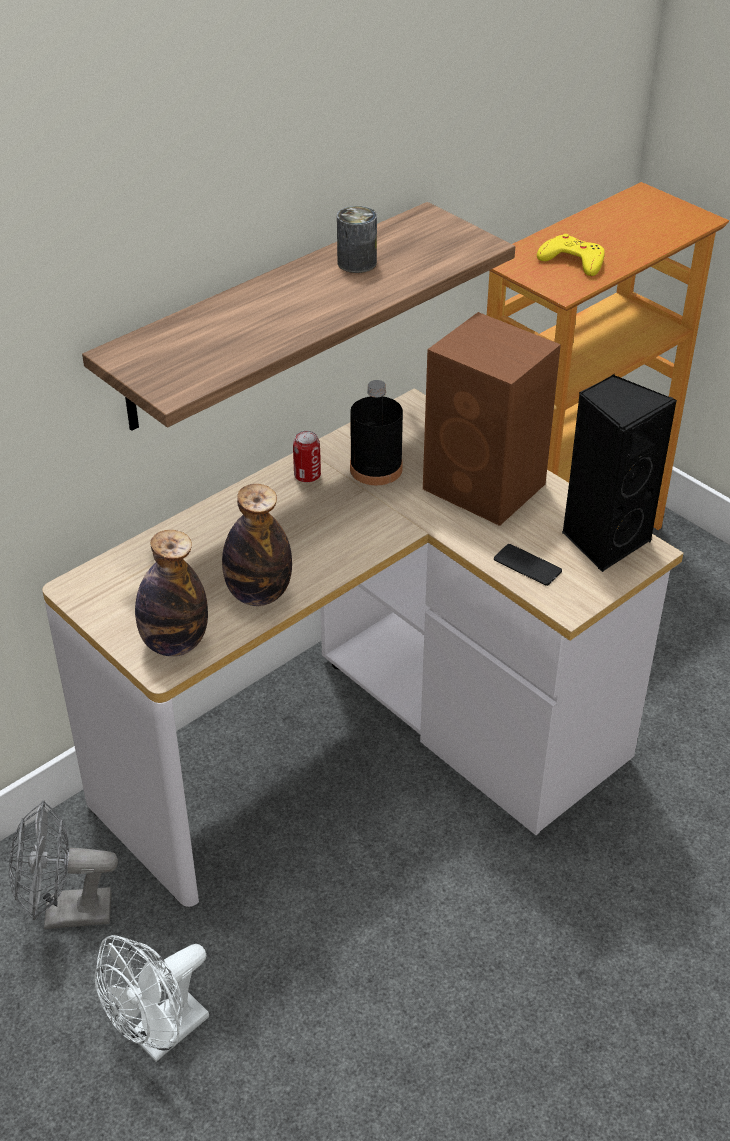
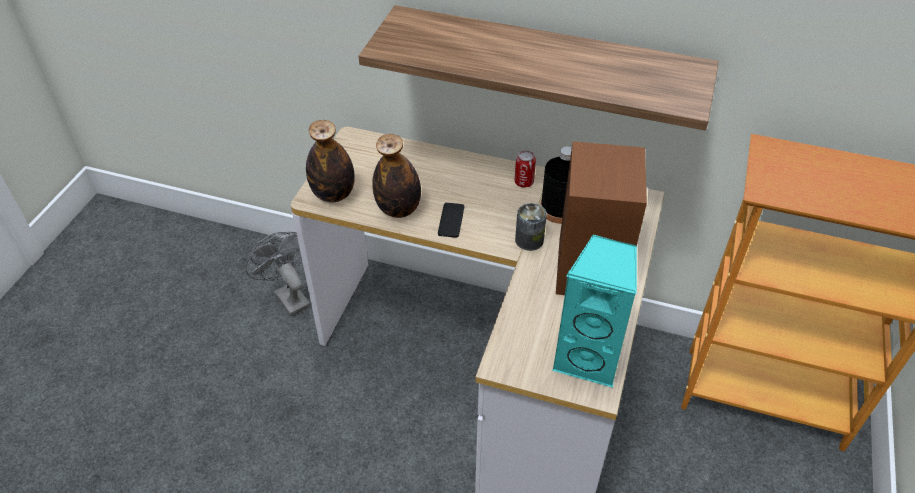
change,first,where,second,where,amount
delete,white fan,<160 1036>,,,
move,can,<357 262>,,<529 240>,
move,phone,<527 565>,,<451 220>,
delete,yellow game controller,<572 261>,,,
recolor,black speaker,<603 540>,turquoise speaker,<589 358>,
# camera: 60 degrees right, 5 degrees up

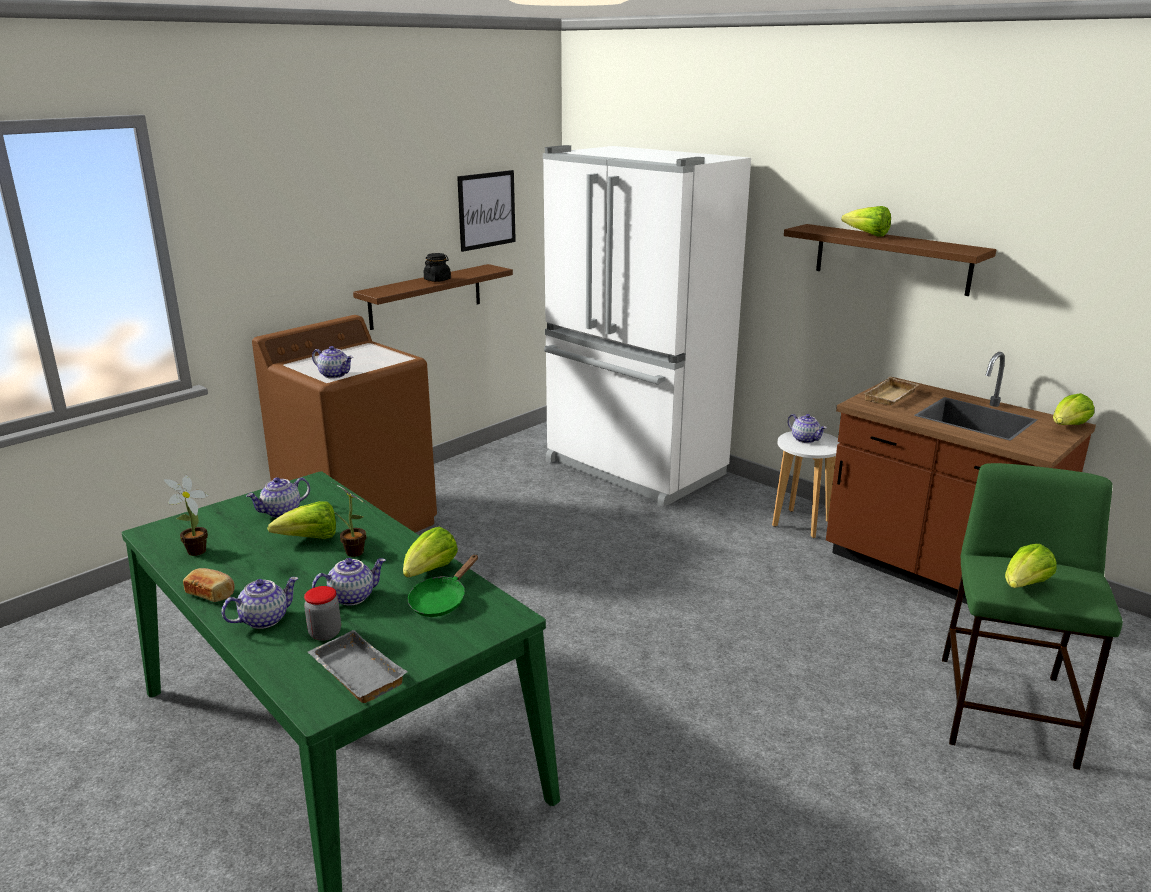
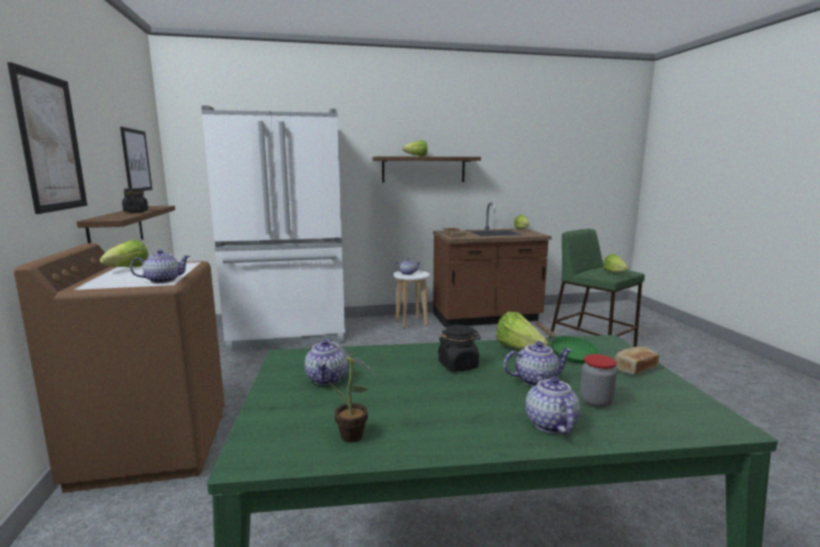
change,first,where,second,where,amount
move,bread,<211 593>,,<634 369>,
move,lettuce,<310 539>,,<127 269>,
delete,grey tray,<354 674>,,,
rotate,teapot,<352 597>,,<536 380>,75 degrees clockwise
replace,potted plant,<355 554>,black jar,<458 365>,
insert,,,picture,<50 143>,
# camera: 55 degrees left, 10 degrees down

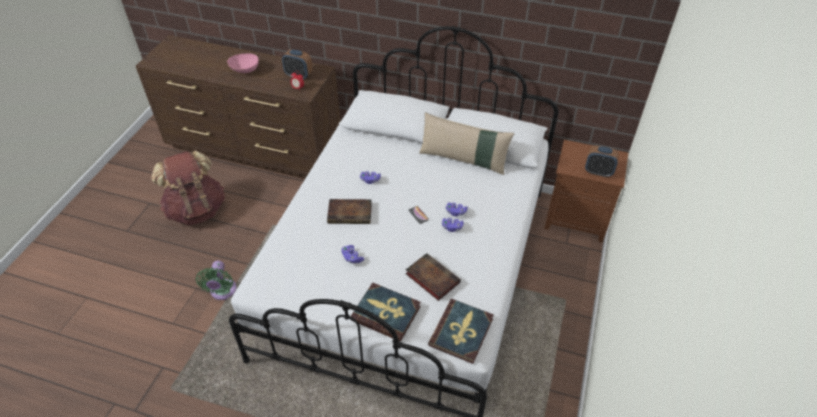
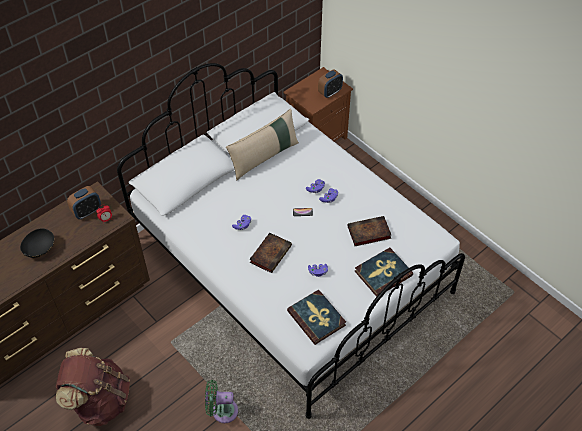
change,first,where,second,where,amount
rotate,green fan,<222 292>,,<222 411>,150 degrees clockwise
recolor,pink bowl,<245 70>,black bowl,<40 250>,
move,book,<461 332>,,<316 318>,
# camera: 60 degrees left, 5 degrees up

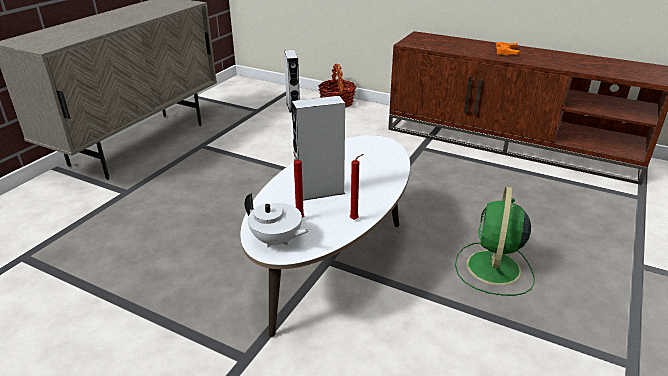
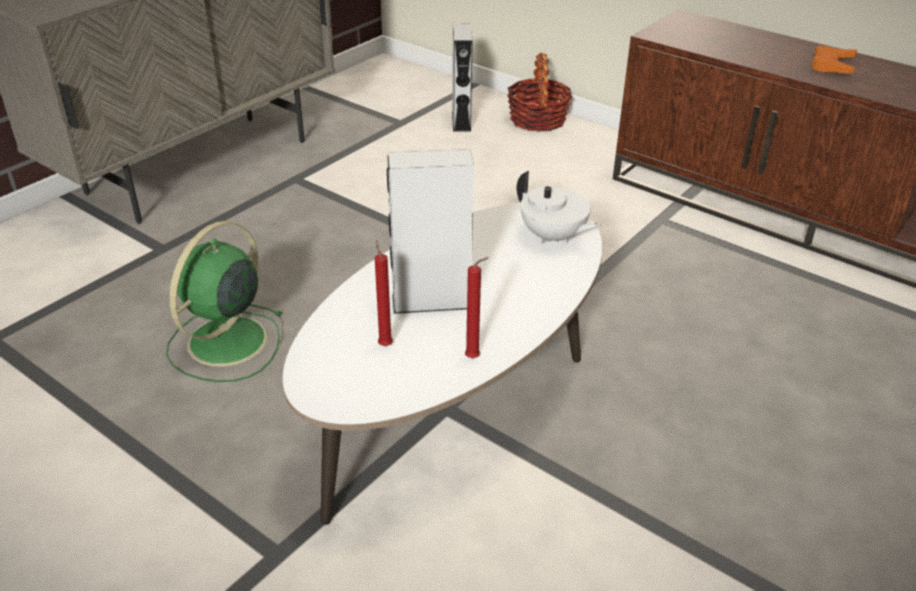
change,first,where,second,where,amount
move,white teapot,<276 240>,,<553 237>,
move,green fan,<493 269>,,<225 343>,
# camera: 10 degrees right, 5 degrees up

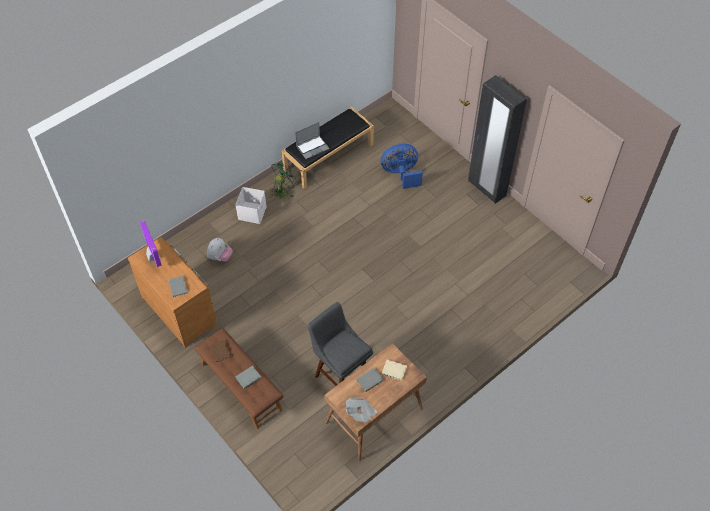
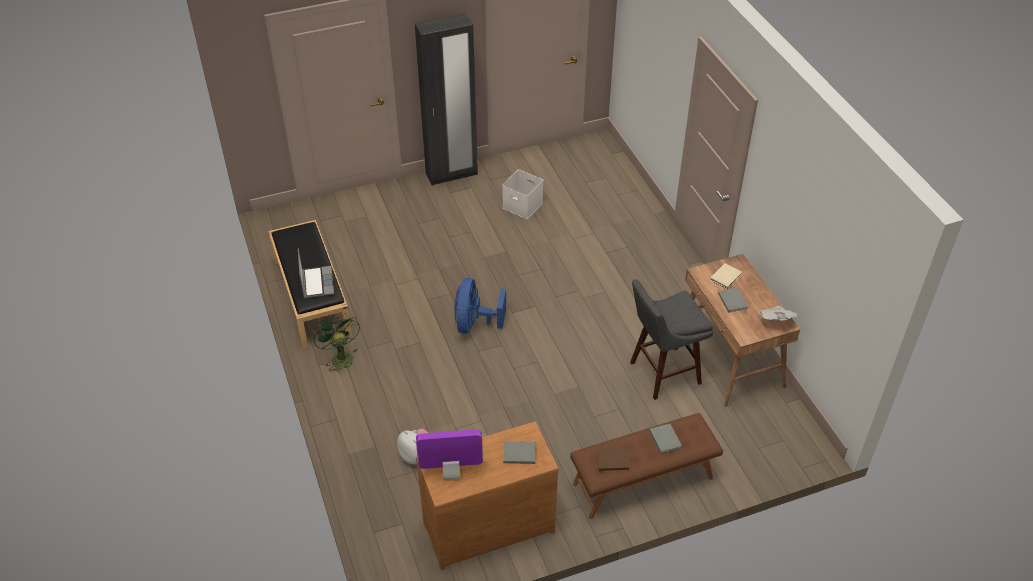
change,first,where,second,where,amount
move,white storage box,<251 212>,,<521 205>,
move,blue fan,<401 174>,,<474 324>,
# camera: 70 degrees left, 10 degrees down

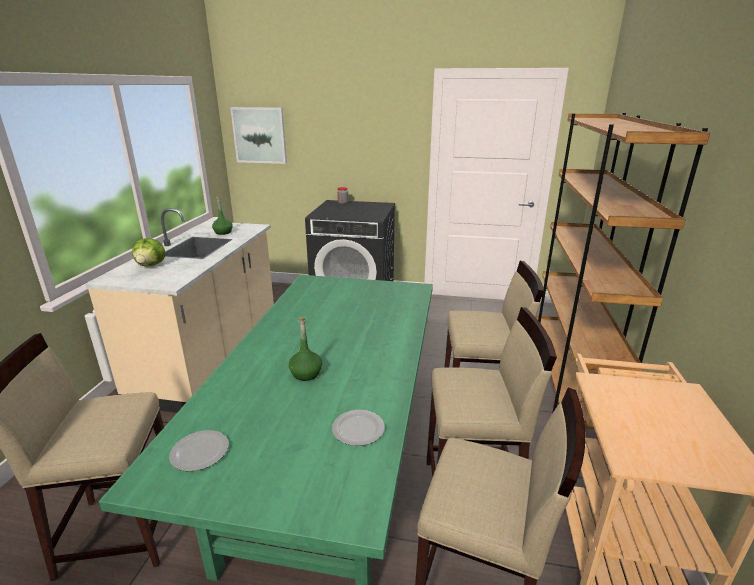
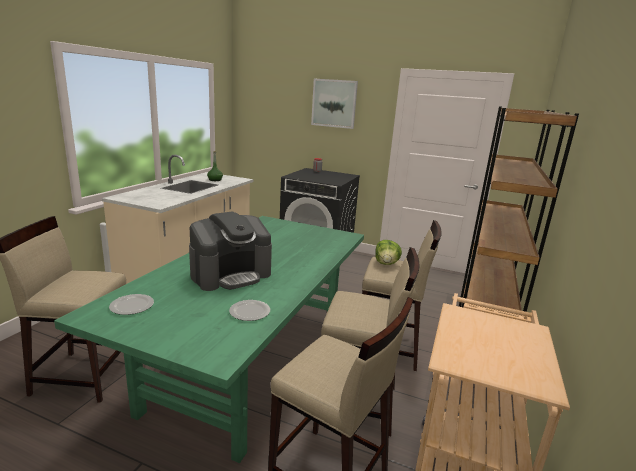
change,first,where,second,where,amount
move,lettuce,<151 265>,,<386 263>,
move,picture,<259 135>,,<334 103>,
replace,green bottle,<306 373>,coffee machine,<231 274>,
# camera: 10 degrees right, 5 degrees down

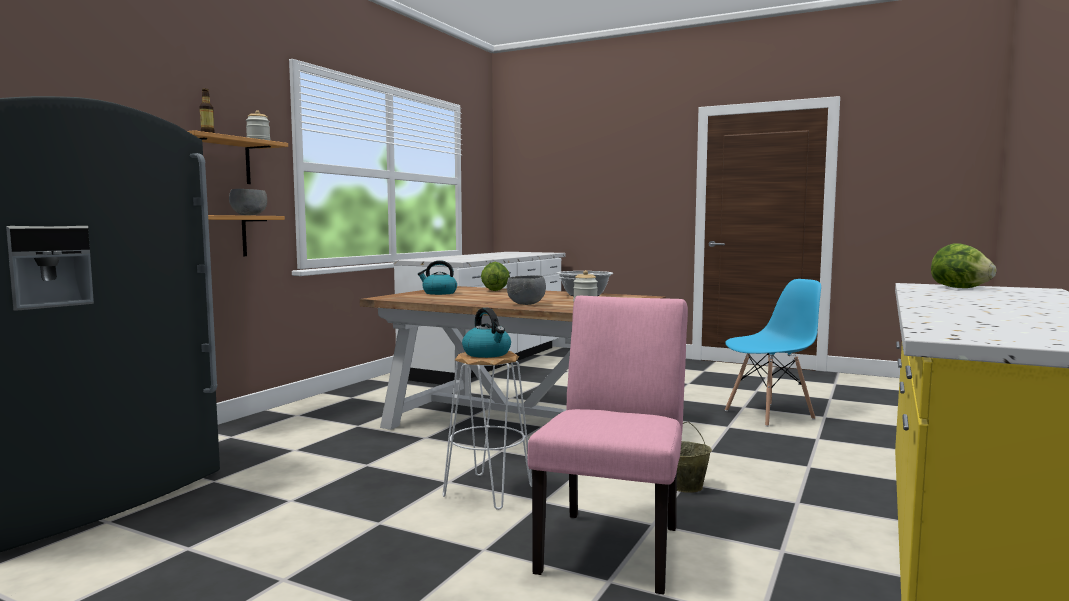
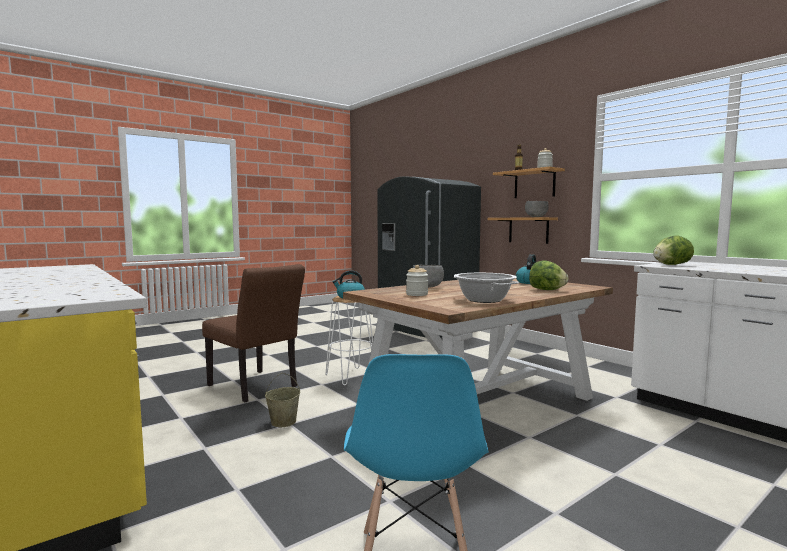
change,first,where,second,where,amount
recolor,pink chair,<614 543>,brown chair,<256 387>,
move,lettuce,<960 288>,,<671 264>,
# camera: 115 degrees right, 0 degrees up

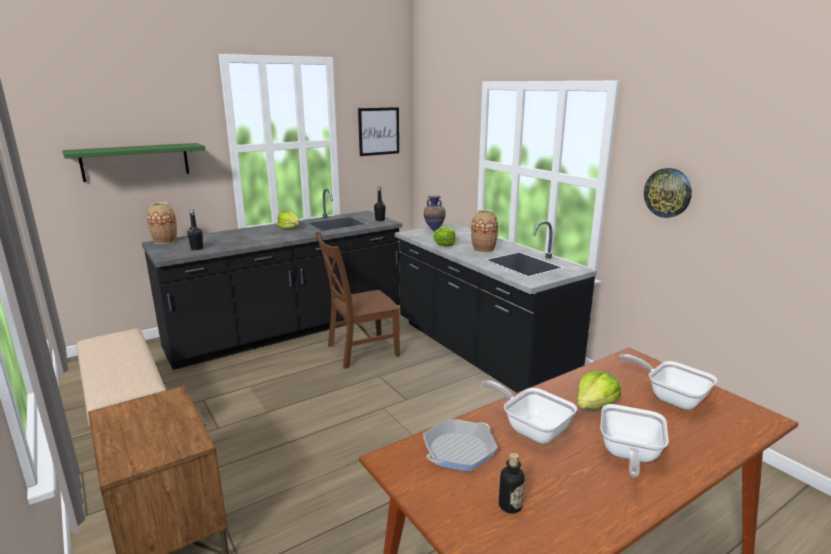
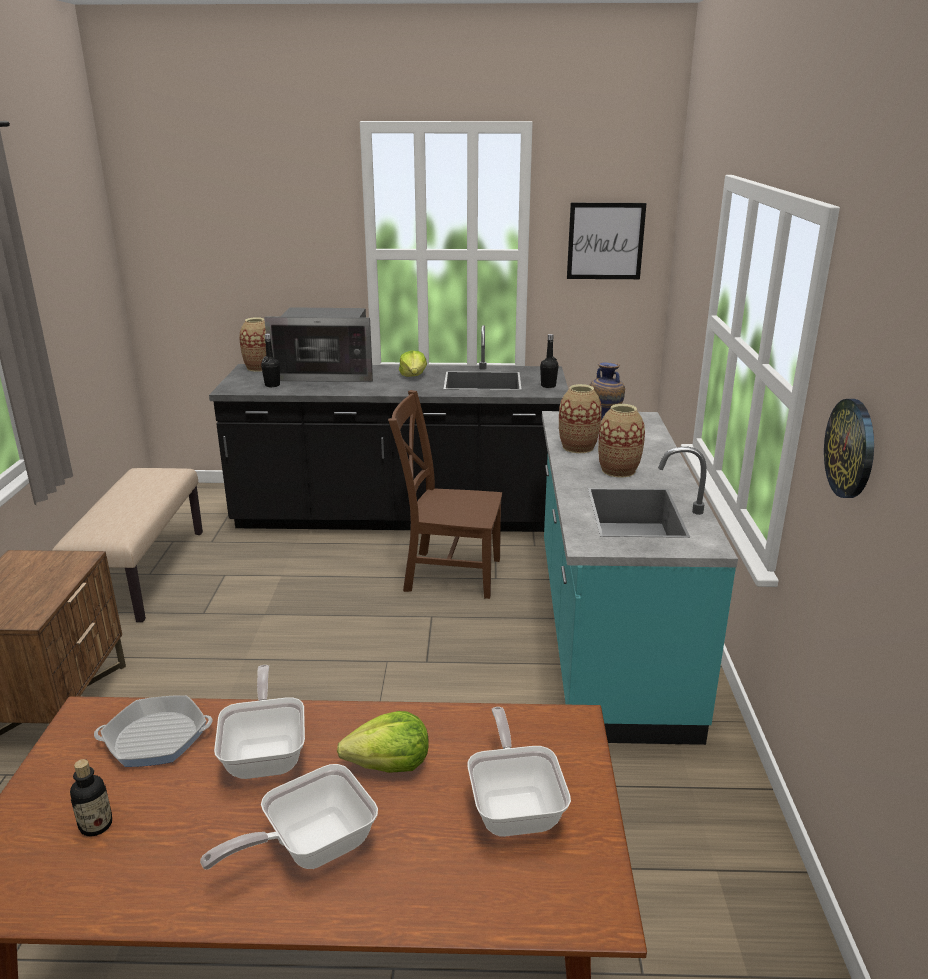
change,first,where,second,where,amount
delete,green shelf,<136 162>,,,
recolor,black counter,<479 352>,turquoise counter,<607 633>,
replace,lettuce,<445 244>,vase,<578 447>,
insert,,,microwave,<326 373>,
# camera: 35 degrees right, 5 degrees up

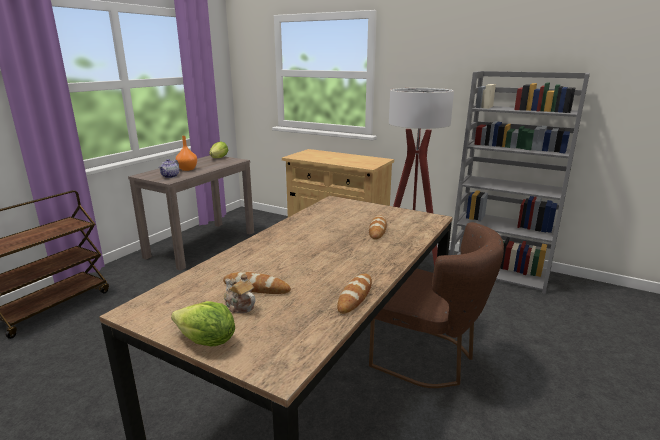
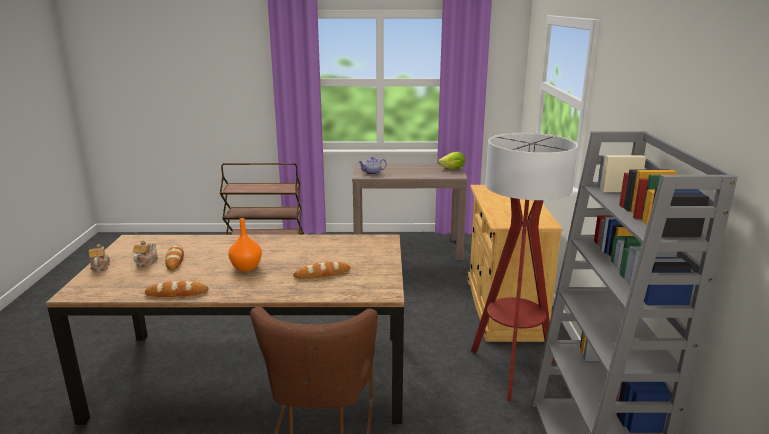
change,first,where,second,where,amount
replace,lettuce,<207 342>,teapot,<100 266>,
move,orange vase,<187 169>,,<247 267>,
# camera: 60 degrees right, 0 degrees up

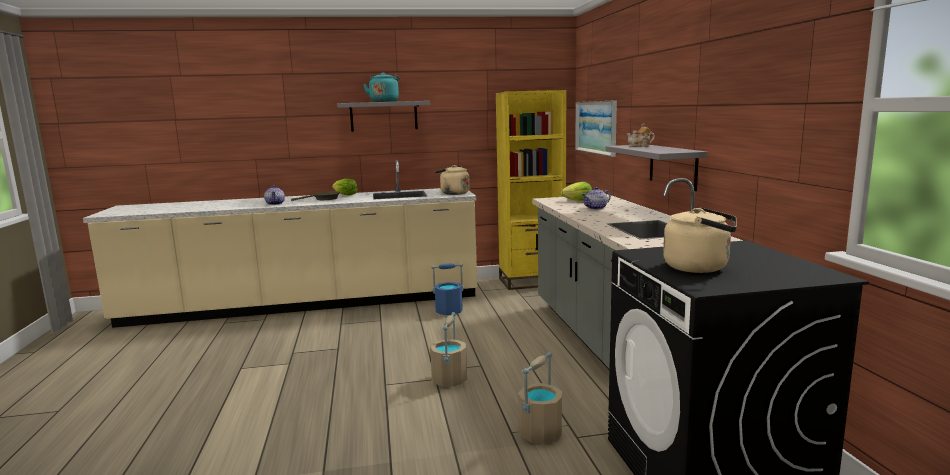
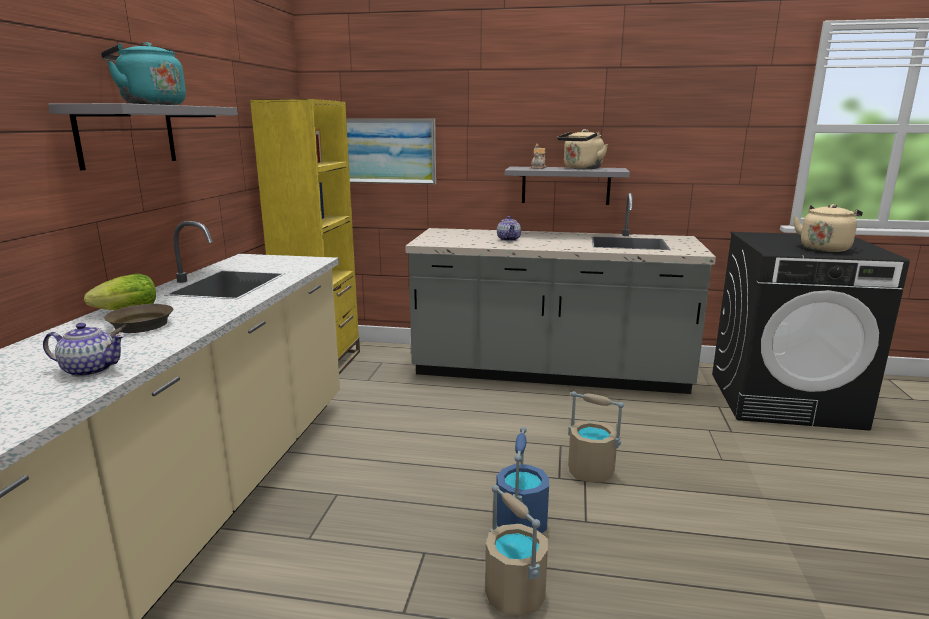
change,first,where,second,where,amount
move,blue bucket,<449 311>,,<521 523>,
move,beige kettle,<453 193>,,<581 168>,
move,beige bucket,<540 433>,,<514 594>,
delete,lettuce,<577 201>,,,
# camera: 70 degrees left, 5 degrees up

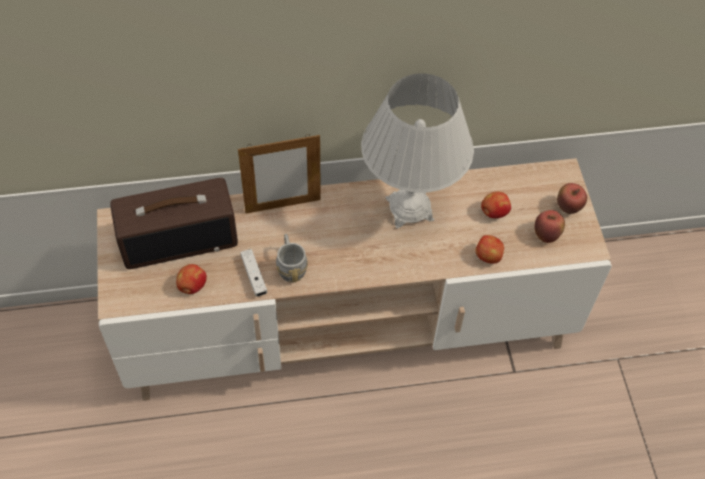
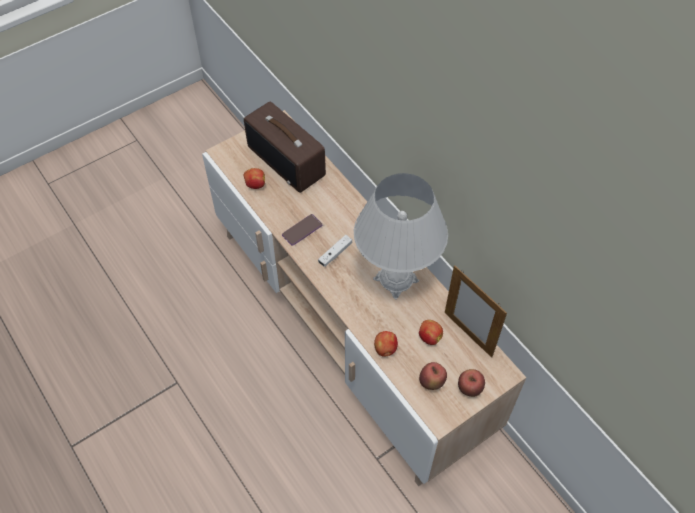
change,first,where,second,where,amount
move,picture frame,<283 206>,,<468 334>,
move,white game controller,<254 276>,,<335 253>,
replace,grey mug,<290 266>,phone,<302 230>,
# camera: 65 degrees right, 0 degrees up

